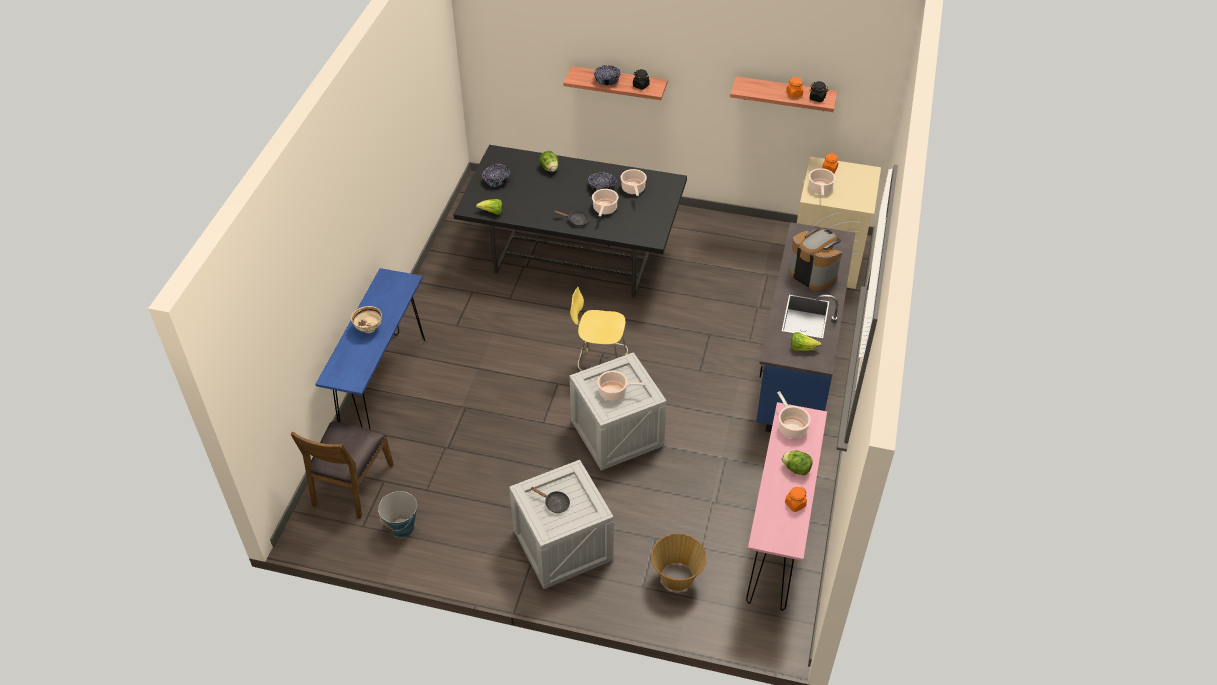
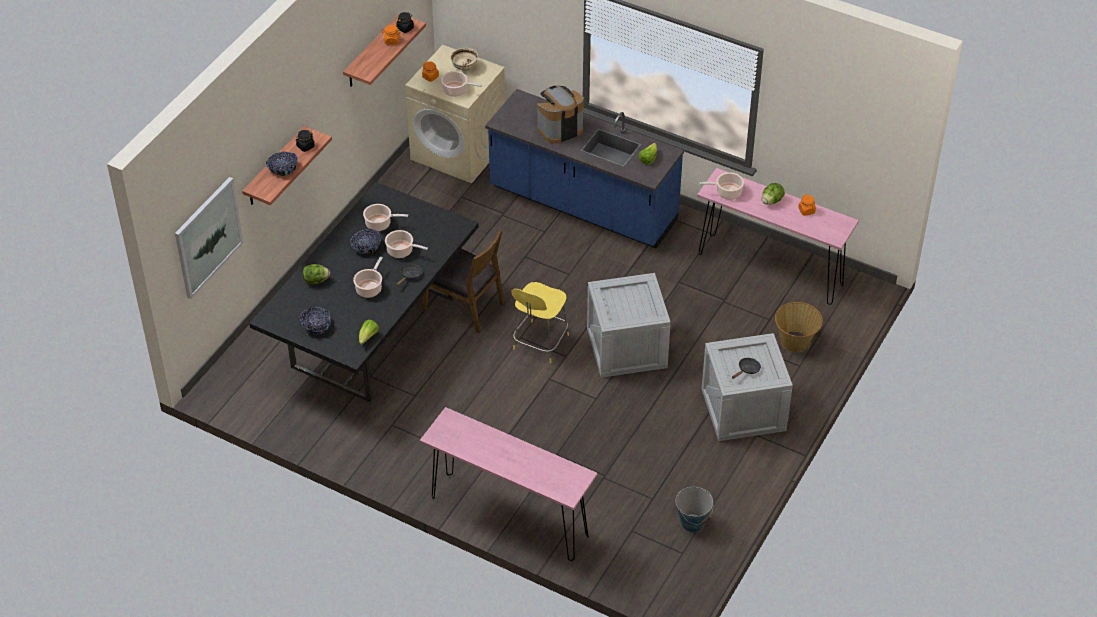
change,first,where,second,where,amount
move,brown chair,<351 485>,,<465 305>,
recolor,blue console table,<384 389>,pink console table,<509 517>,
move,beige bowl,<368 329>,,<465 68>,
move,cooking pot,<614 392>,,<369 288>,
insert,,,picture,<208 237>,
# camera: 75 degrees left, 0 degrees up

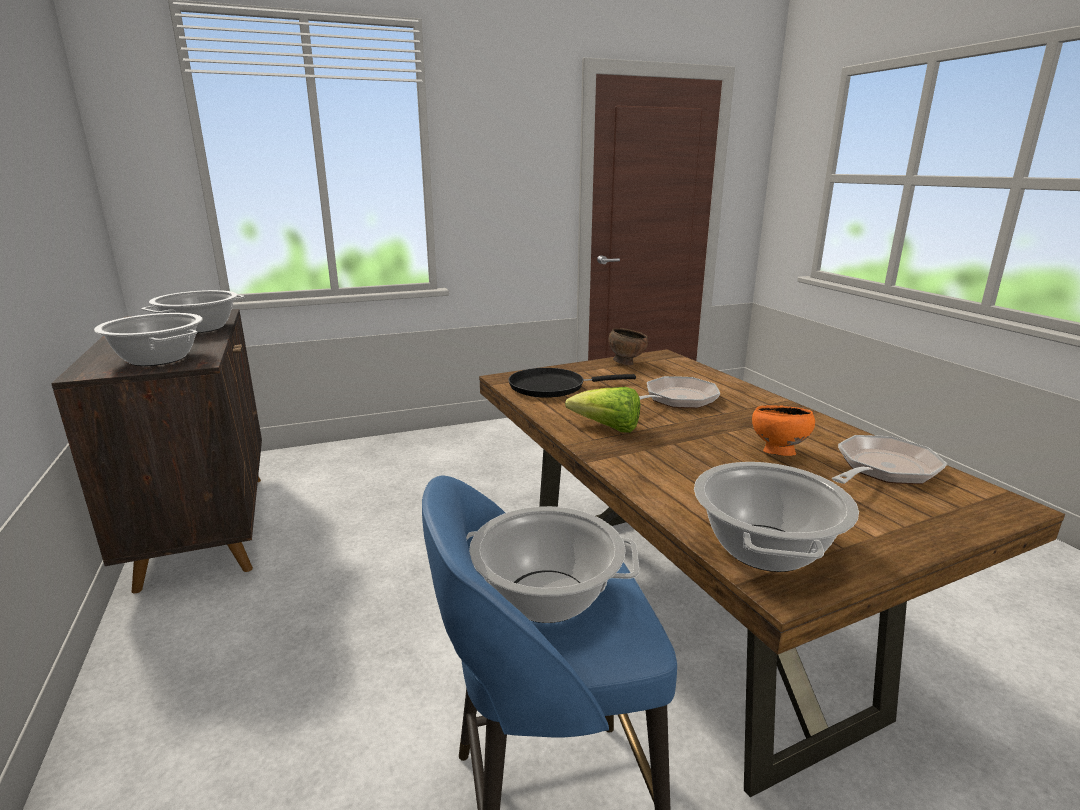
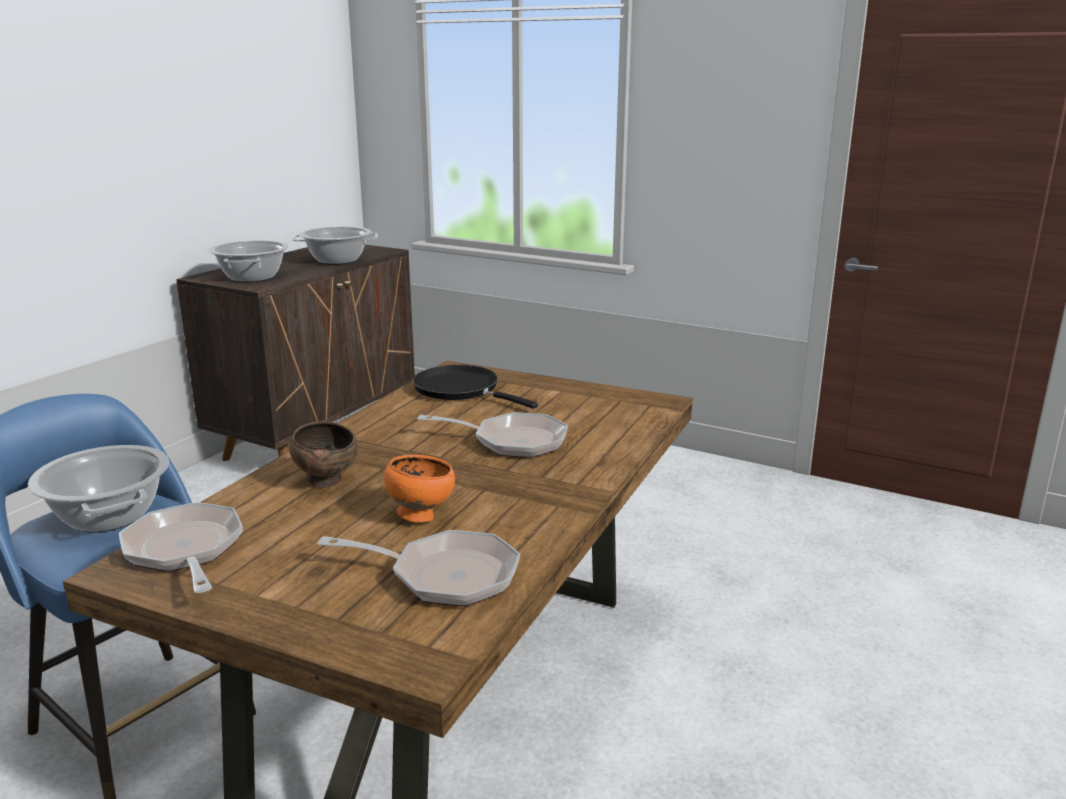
change,first,where,second,where,amount
delete,lettuce,<607 428>,,,
move,brown bowl,<626 363>,,<327 482>,
replace,cooking pot,<766 548>,frying pan,<185 552>,
# camera: 50 degrees right, 0 degrees up

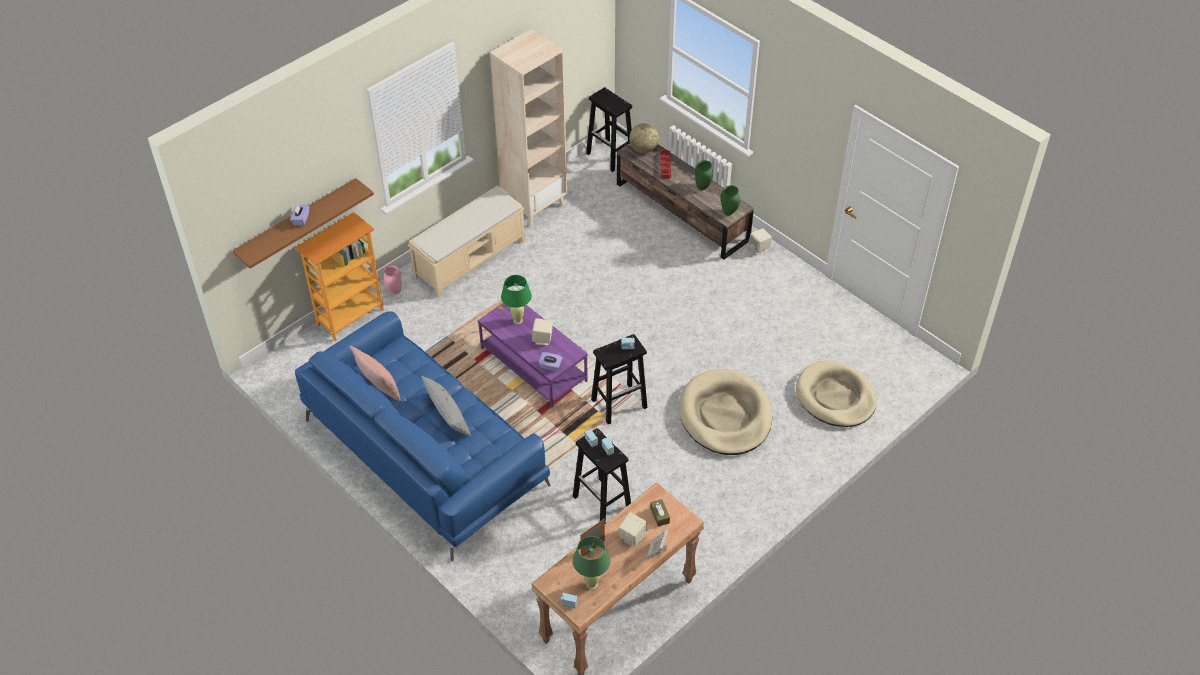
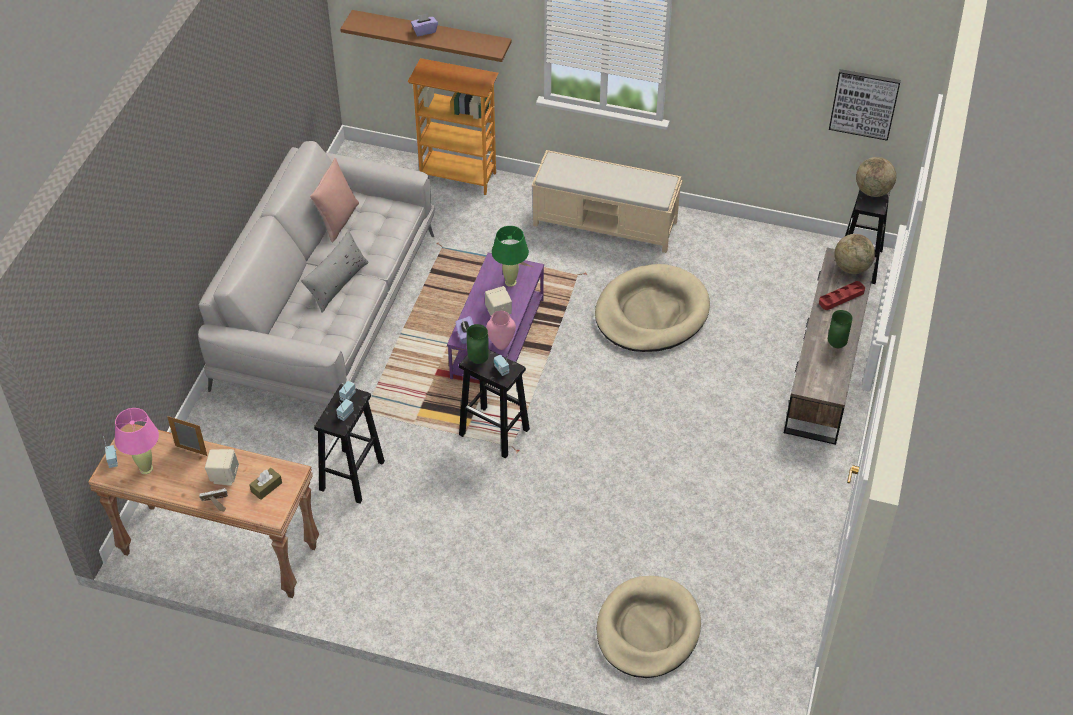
change,first,where,second,where,amount
recolor,blue sofa,<423 451>,grey sofa,<328 308>,
move,pink vase,<394 291>,,<501 345>,
delete,beige bookcase,<534 205>,,,
recolor,green table lamp,<591 584>,pink table lamp,<146 468>,
move,beige dog bed,<725 416>,,<651 313>,
move,green vase,<728 213>,,<477 360>,
delete,beige speaker,<759 248>,,,
insert,,,picture,<864 103>,
insert,,,globe,<873 191>,
# camera: 60 degrees right, 0 degrees up

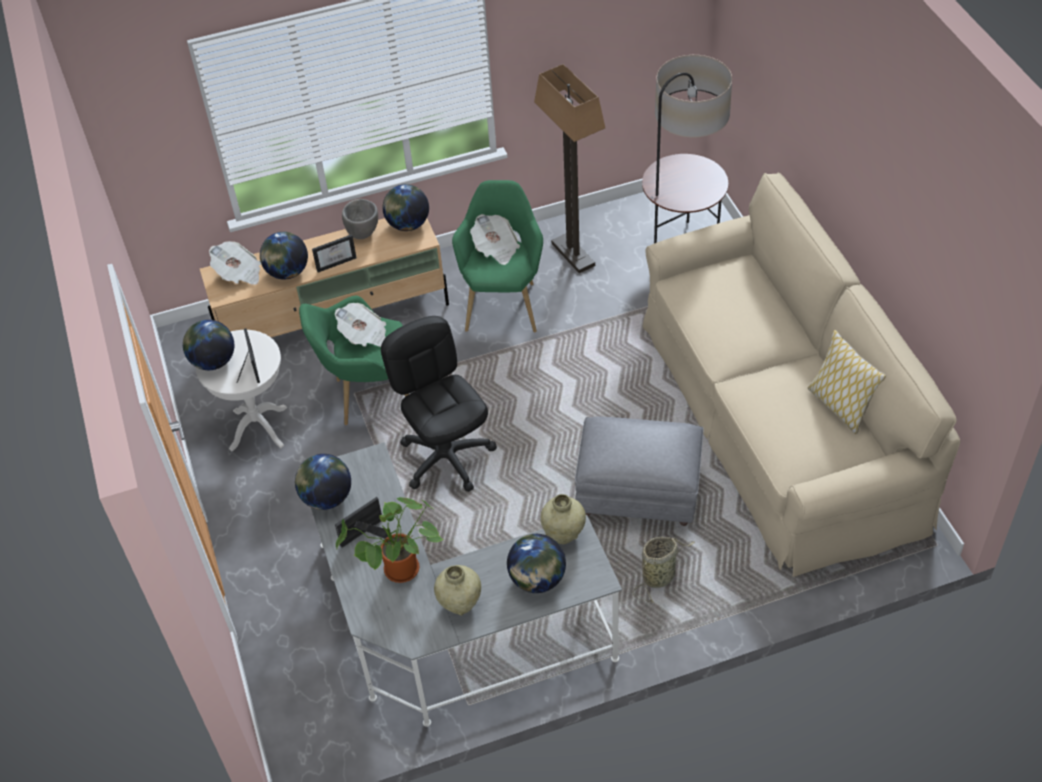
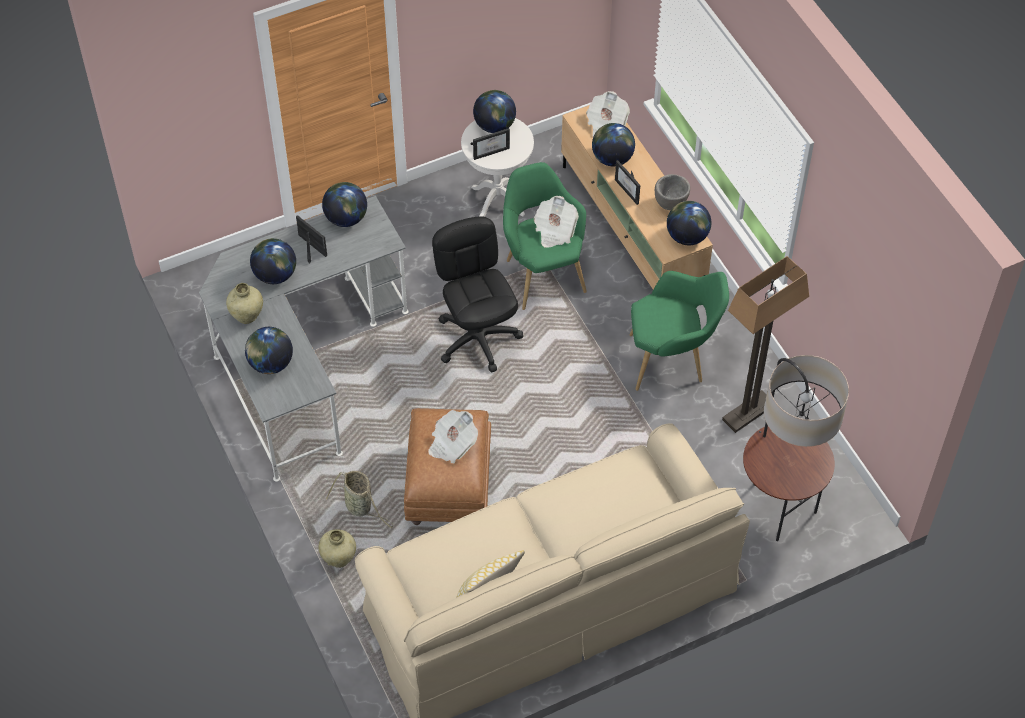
change,first,where,second,where,amount
replace,potted plant,<400 573>,globe,<275 275>,
rotate,black office chair,<447 457>,,<478 338>,75 degrees counterclockwise
move,newspaper,<496 248>,,<452 444>,
move,beige vase,<563 534>,,<339 559>,
recolor,grey ottoman,<639 492>,brown ottoman,<449 487>,
# camera: 80 degrees right, 5 degrees up

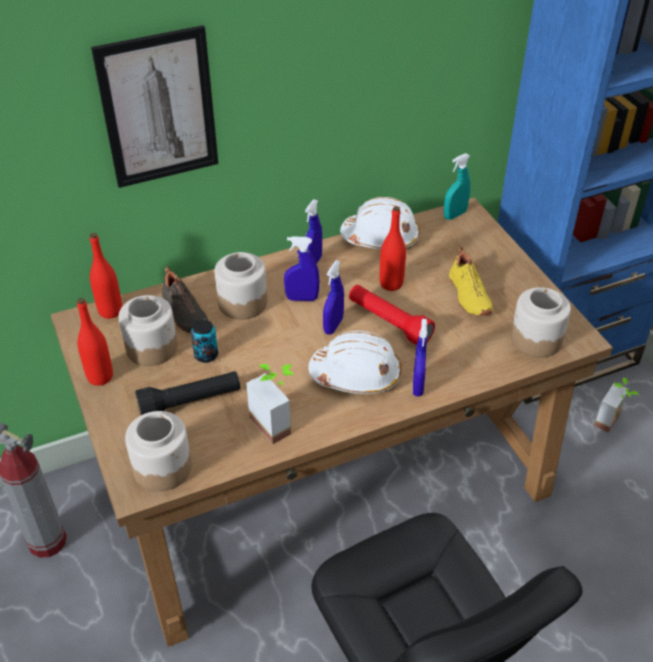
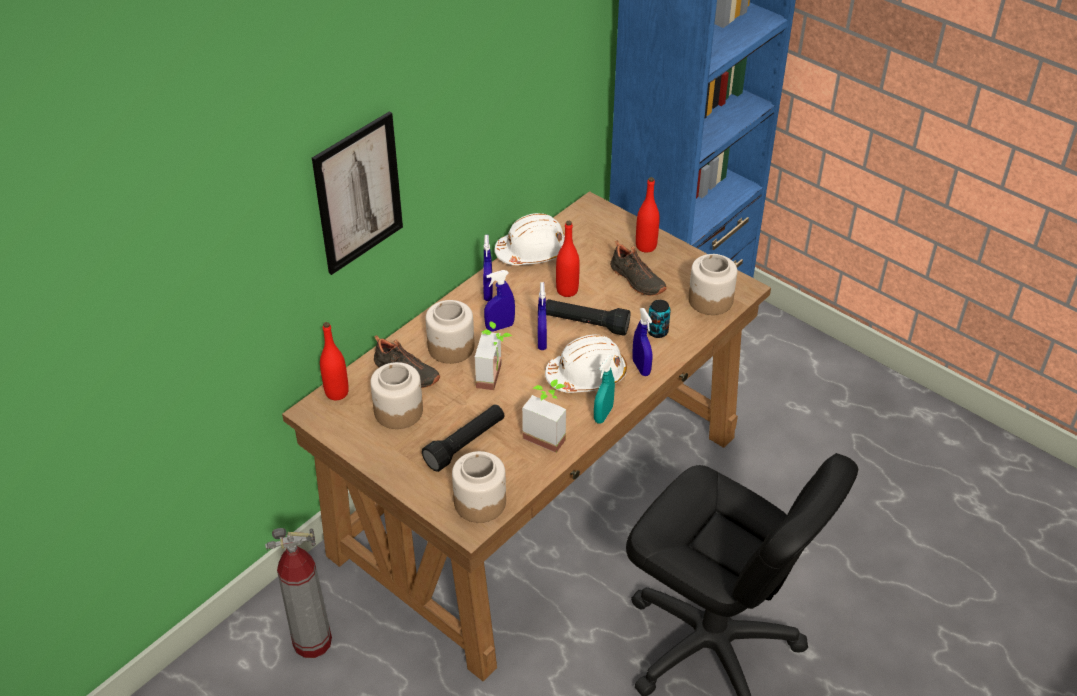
change,first,where,second,where,amount
move,red bottle,<100 377>,,<646 246>,
move,can,<206 355>,,<657 332>,
recolor,red flashlight,<388 322>,black flashlight,<586 324>,
move,turquoise spray bottle,<455 215>,,<603 414>,
recolor,yellow shoe,<468 295>,black shoe,<636 280>,
move,potted plant,<613 422>,,<496 377>,
# camera: 25 degrees left, 0 degrees up

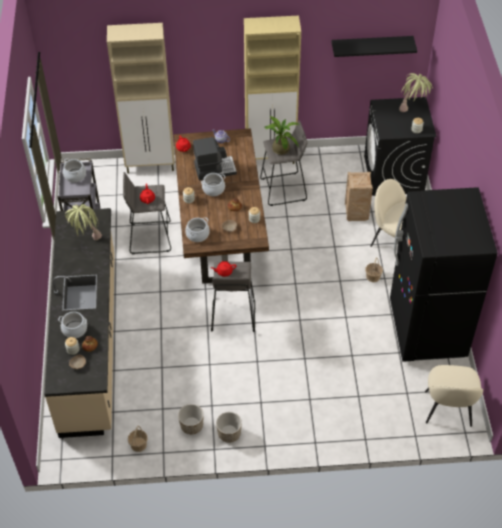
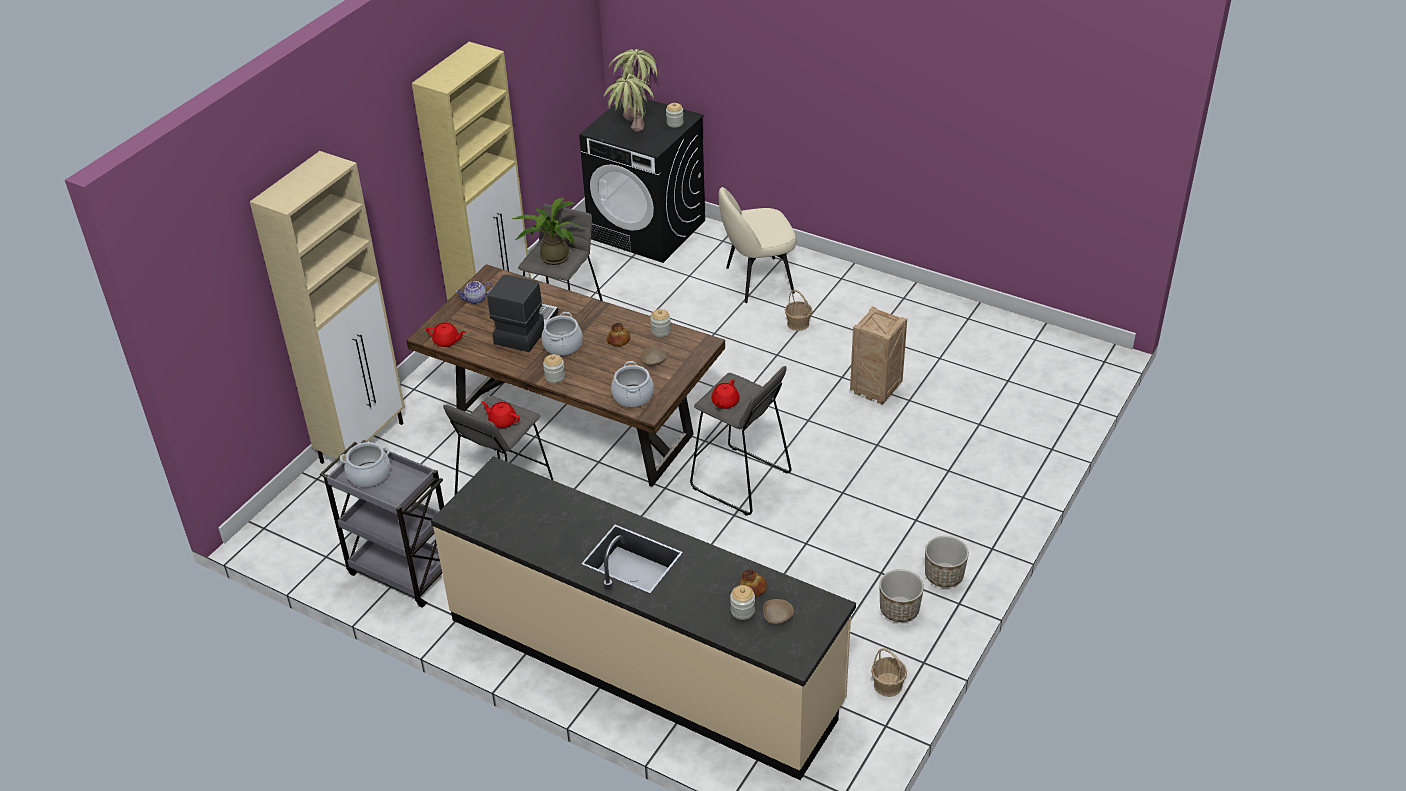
change,first,where,second,where,amount
delete,cooking pot,<74 329>,,,
move,potted plant,<86 239>,,<631 137>,
delete,black shelf,<371 45>,,,
move,crate,<356 214>,,<877 390>,
delete,black fridge,<427 329>,,,
delete,beige chair,<448 410>,,,
# camera: 55 degrees left, 10 degrees down

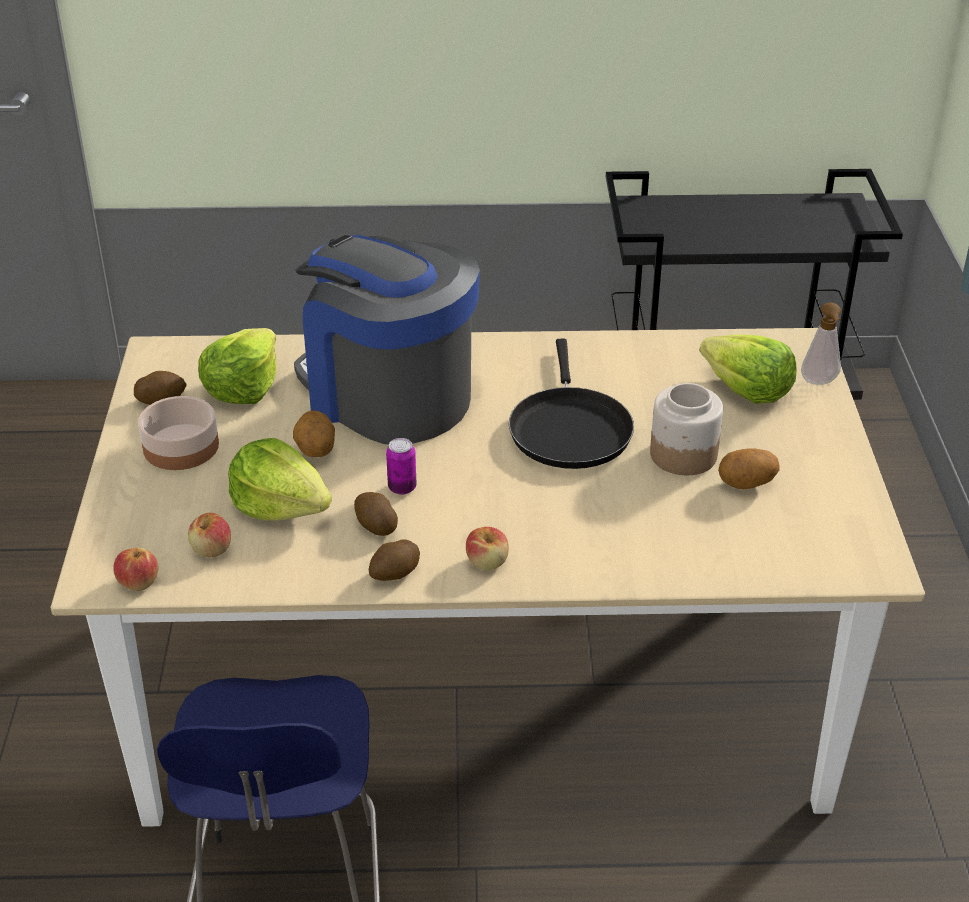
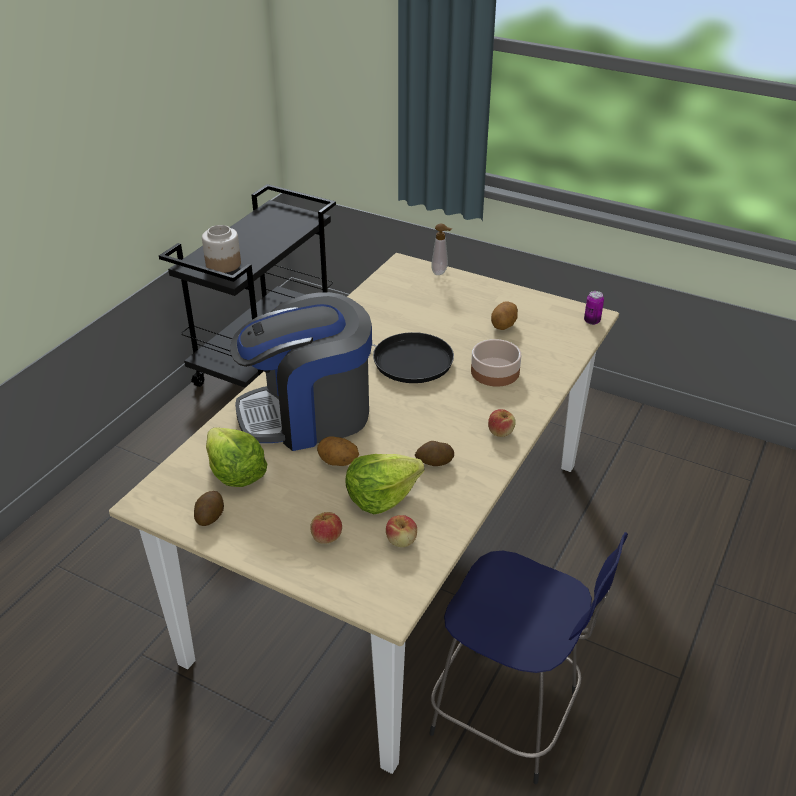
change,first,where,second,where,amount
move,apple,<138 582>,,<326 537>,
move,bowl,<182 446>,,<494 371>,
delete,potato,<394 574>,,,
move,can,<402 488>,,<592 321>,
move,jar,<682 454>,,<223 264>,
delete,lettuce,<747 390>,,,
# camera: 60 degrees left, 0 degrees up

